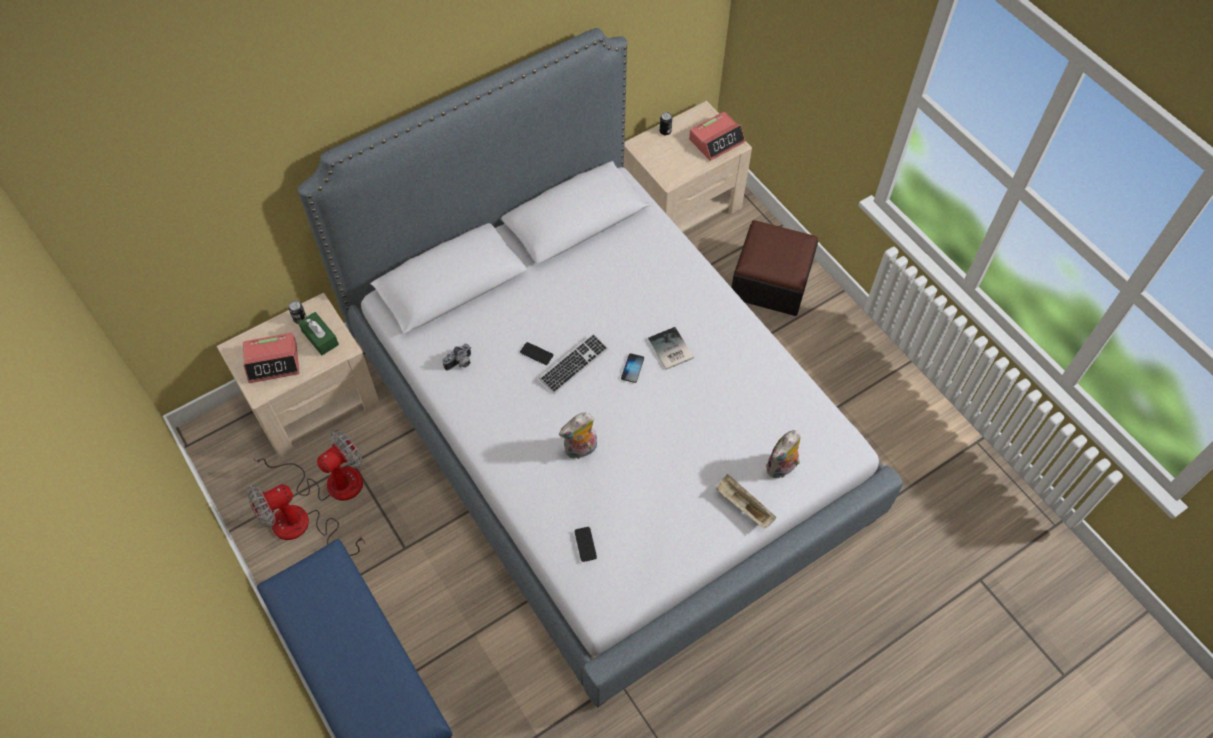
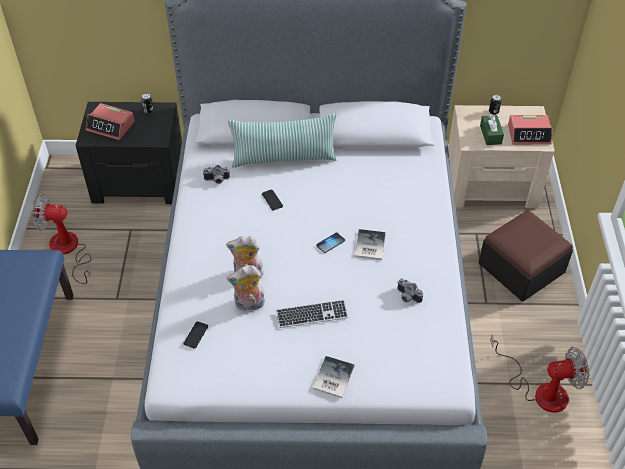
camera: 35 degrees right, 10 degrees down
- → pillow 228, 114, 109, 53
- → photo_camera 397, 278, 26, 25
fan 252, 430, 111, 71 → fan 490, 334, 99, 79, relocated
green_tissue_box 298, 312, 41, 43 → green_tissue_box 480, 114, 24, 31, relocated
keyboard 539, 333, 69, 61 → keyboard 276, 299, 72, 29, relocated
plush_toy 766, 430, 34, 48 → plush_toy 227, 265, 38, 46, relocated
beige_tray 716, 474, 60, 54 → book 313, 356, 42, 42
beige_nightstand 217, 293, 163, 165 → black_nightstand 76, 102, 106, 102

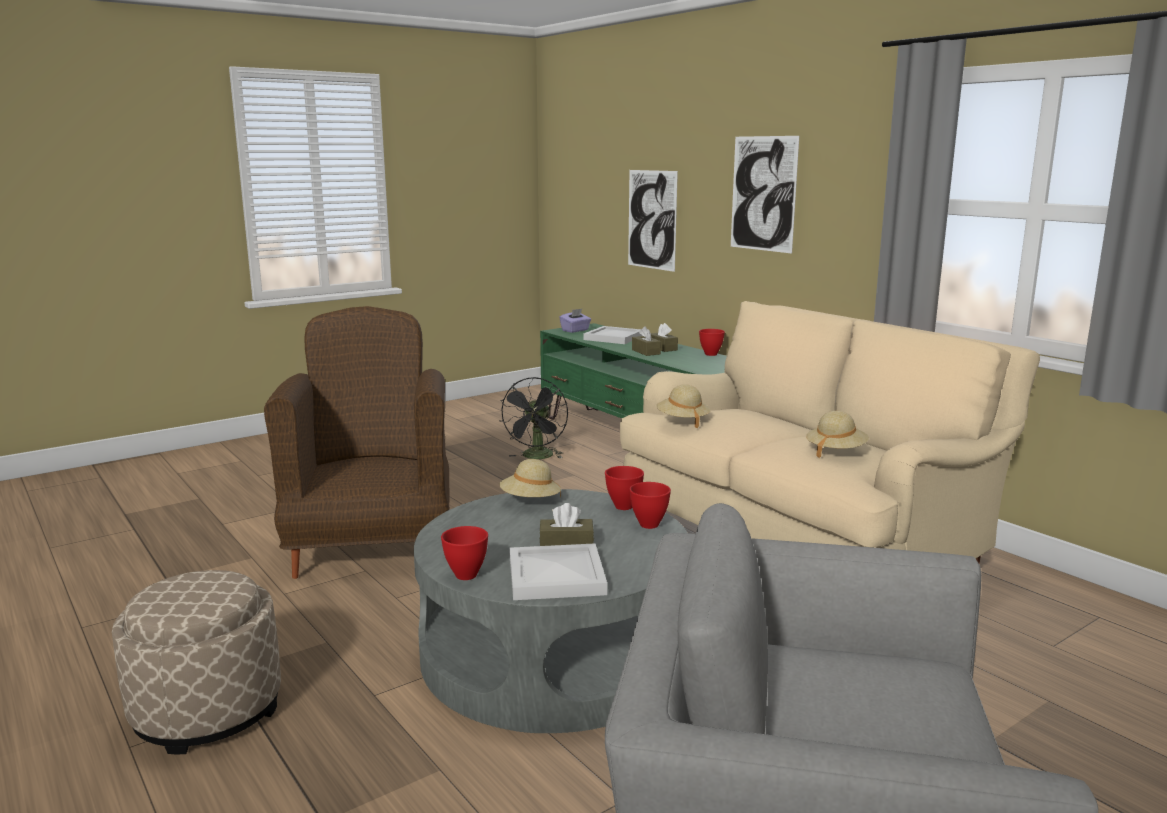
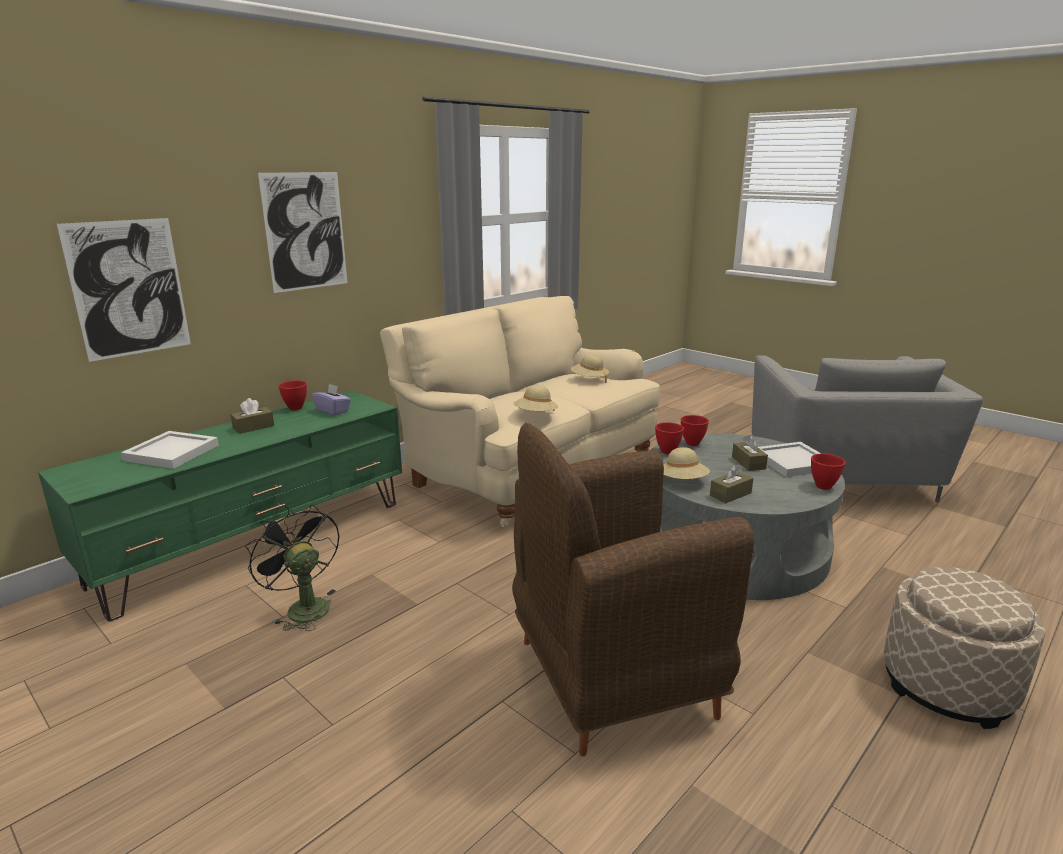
camera: 100 degrees left, 5 degrees up
purple_tissue_box 559, 309, 32, 24 → purple_tissue_box 312, 384, 39, 32, relocated
brown_tissue_box 632, 326, 29, 30 → brown_tissue_box 710, 464, 43, 39, relocated
black_fan 499, 377, 69, 82 → black_fan 245, 505, 94, 126, 135 degrees counterclockwise

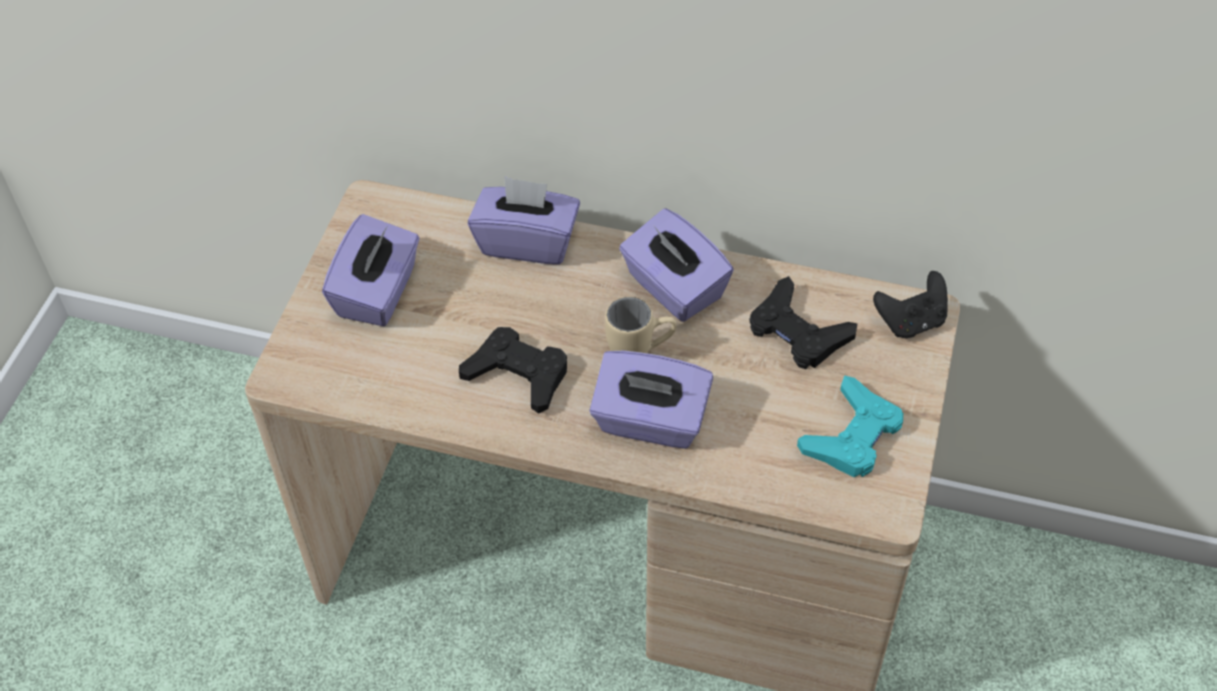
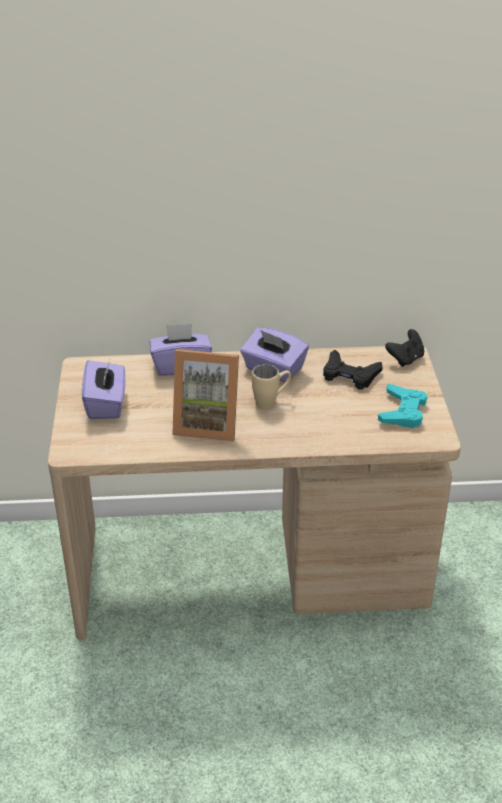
camera: 20 degrees left, 15 degrees down
purple_tissue_box 590, 351, 123, 98 → -
black_game_controller 459, 327, 108, 87 → picture_frame 172, 349, 67, 92

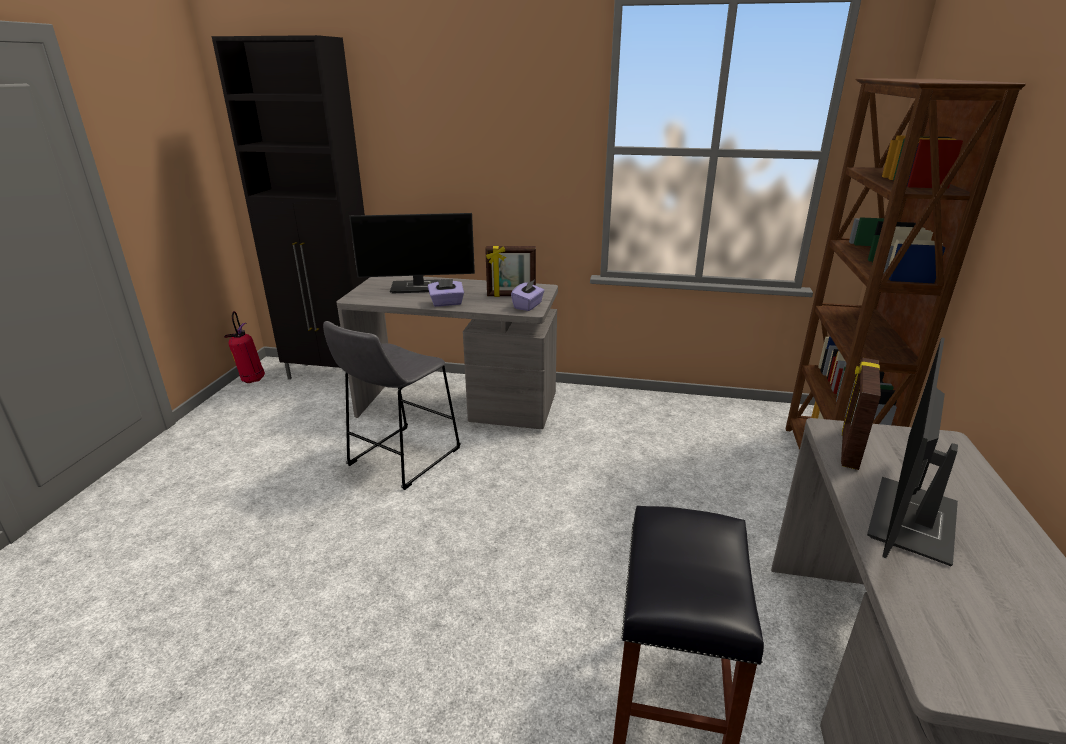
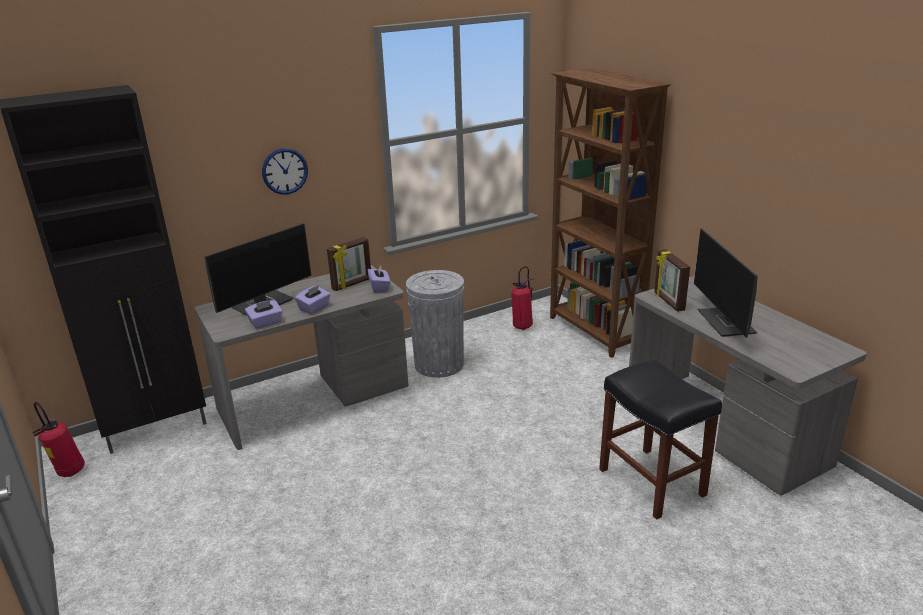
camera: 40 degrees left, 0 degrees up
grey_stool 323, 321, 138, 169 → -
- → purple_tissue_box 245, 300, 38, 29
- → wall_clock 262, 148, 46, 47
- → grey_trash_can 406, 270, 58, 108
- → fire_extinguisher 511, 266, 24, 64

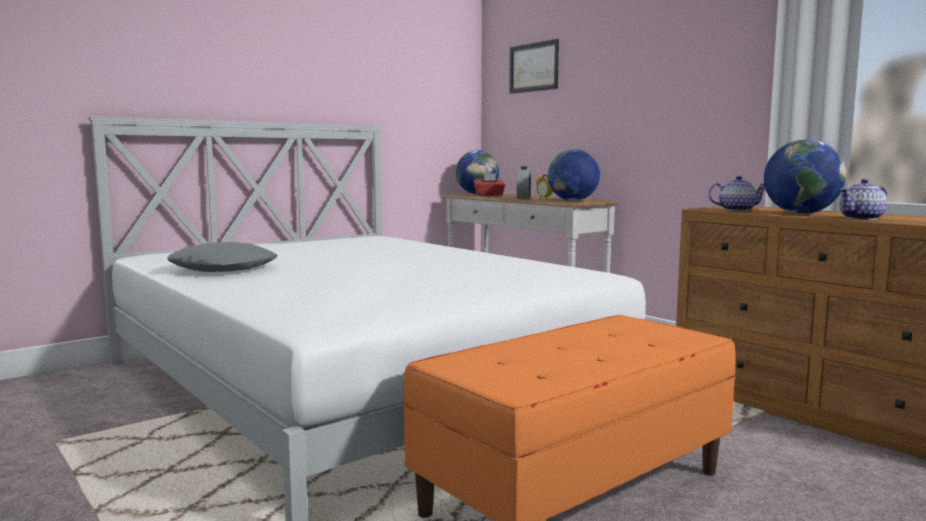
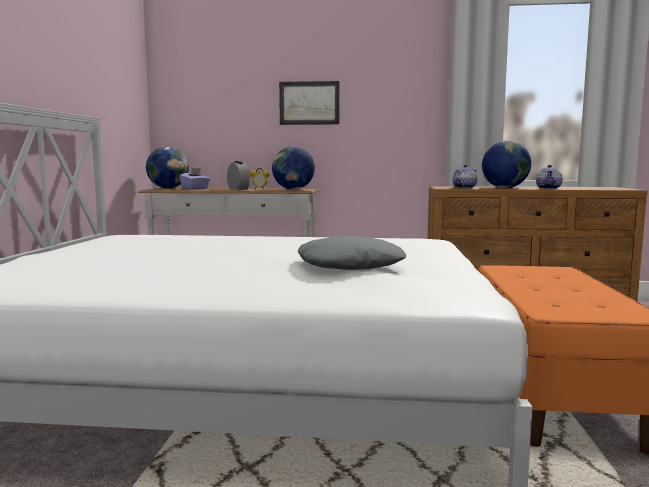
camera: 45 degrees left, 0 degrees up
grey_pillow 167, 242, 111, 30 → grey_pillow 298, 236, 108, 34, relocated
picture 509, 39, 50, 55 → picture 279, 81, 60, 44, relocated
red_tissue_box 474, 173, 31, 23 → purple_tissue_box 179, 168, 31, 22

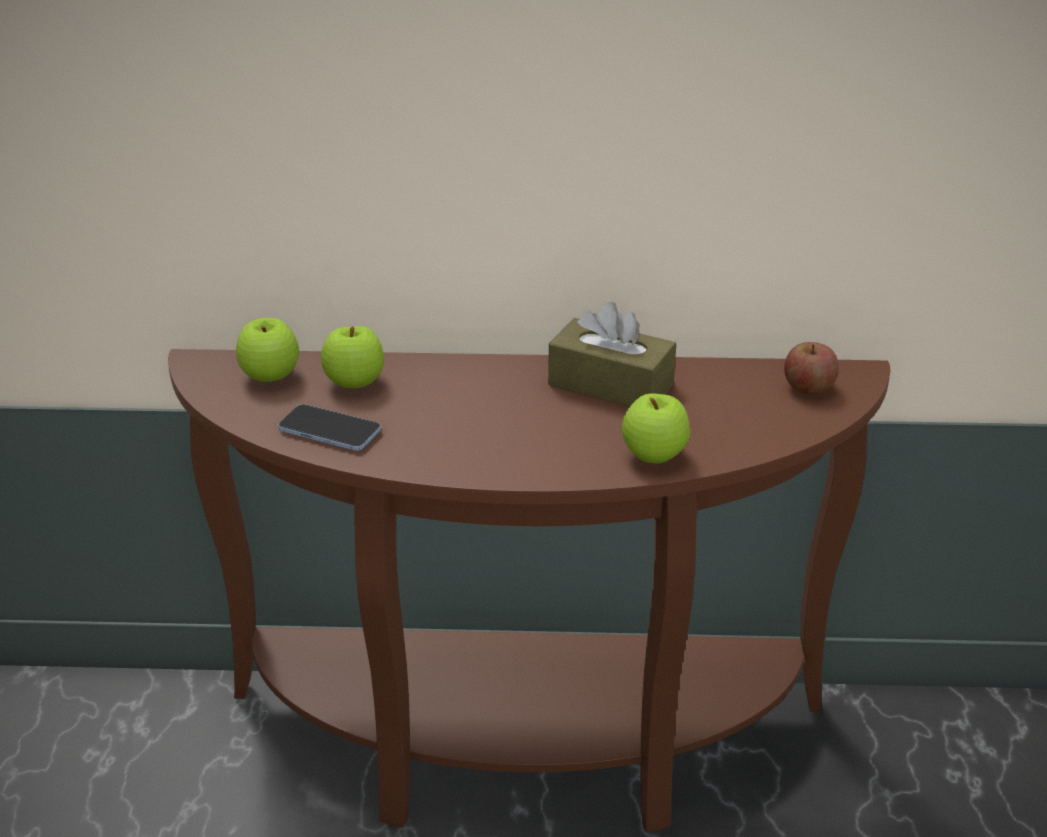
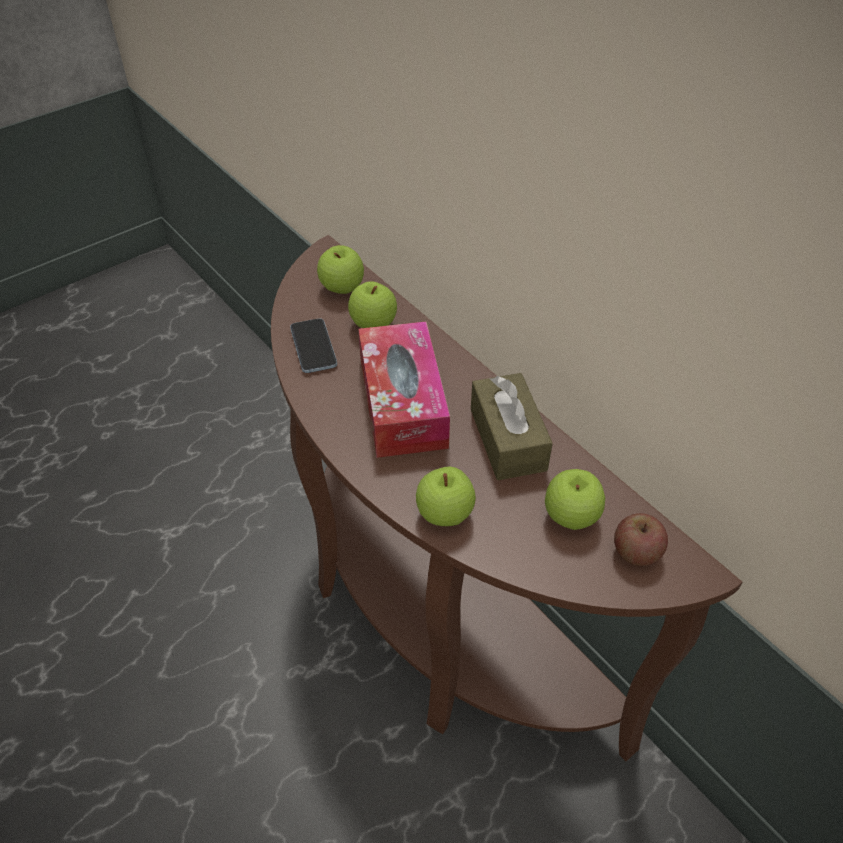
camera: 50 degrees right, 15 degrees up
- → tissue_box 358, 321, 92, 137
- → apple 545, 469, 60, 61

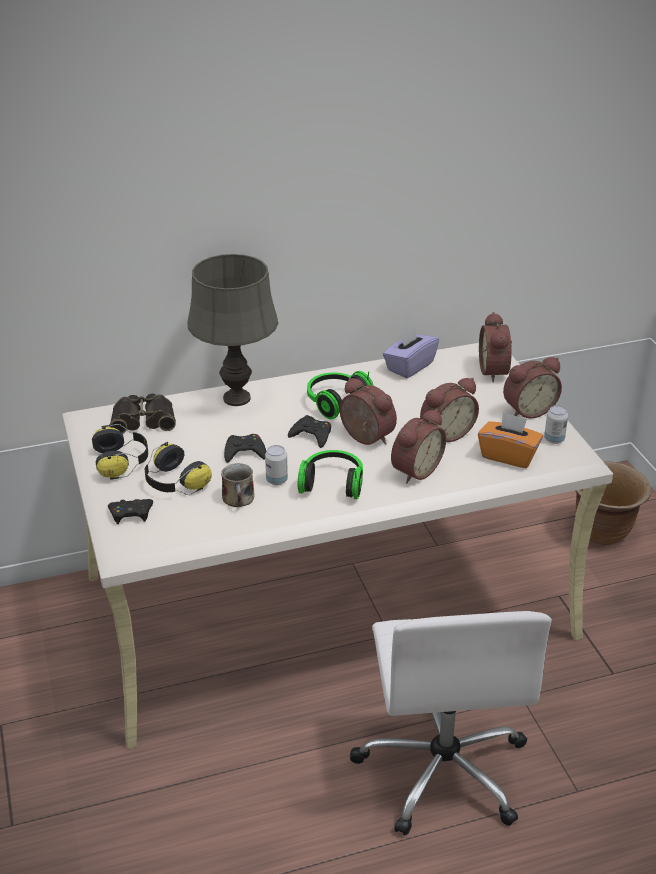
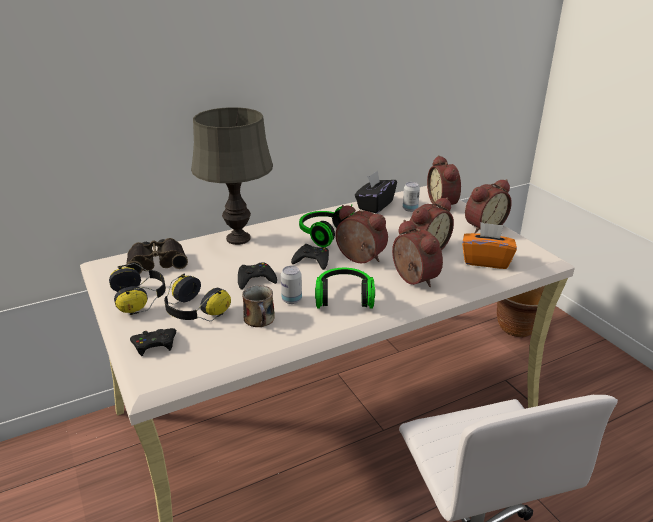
camera: 10 degrees left, 5 degrees down
can 544, 405, 24, 39 → can 403, 182, 17, 30, relocated
purple_tissue_box 383, 326, 56, 52 → black_tissue_box 355, 171, 42, 42
alarm_clock 391, 409, 55, 75 → alarm_clock 392, 220, 51, 67, 60 degrees counterclockwise

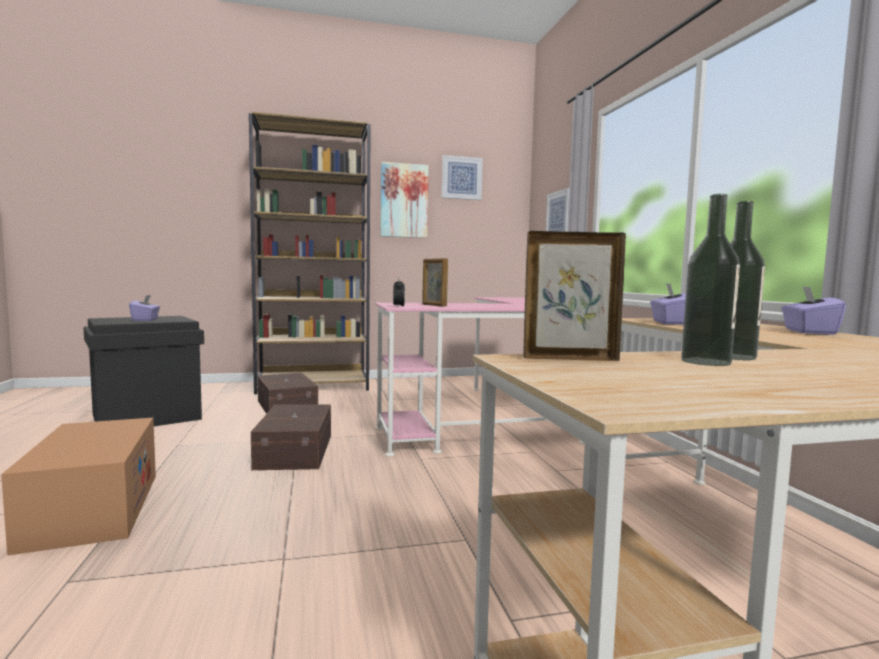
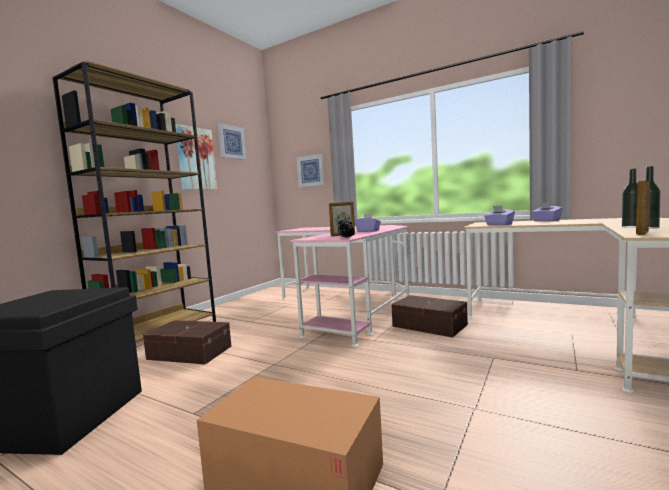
camera: 45 degrees left, 0 degrees up
purple_tissue_box 129, 295, 31, 26 → purple_tissue_box 355, 213, 26, 19, relocated
brown_storage_box 251, 404, 80, 66 → brown_storage_box 391, 295, 77, 42, relocated

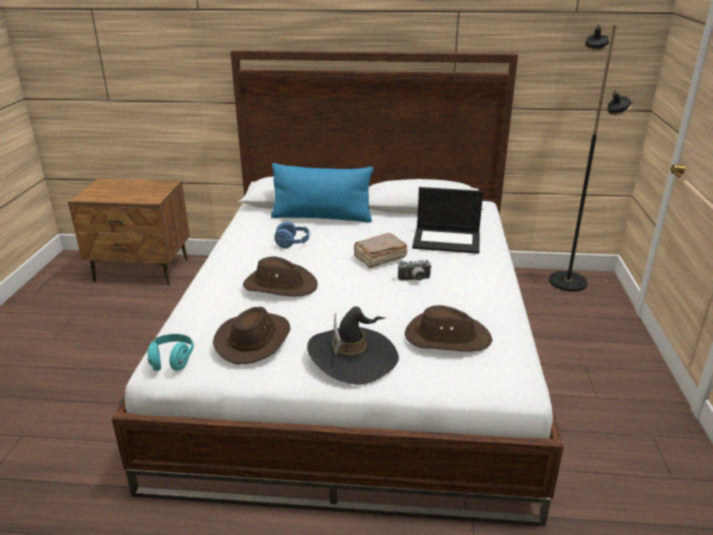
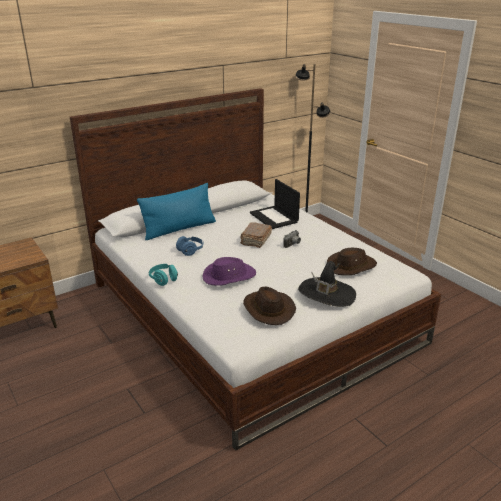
camera: 40 degrees left, 0 degrees up
turquoise_headphones 148, 334, 46, 37 → turquoise_headphones 149, 264, 29, 22, relocated
brown_hat 243, 256, 75, 40 → purple_hat 203, 257, 53, 29
laptop 412, 187, 71, 67 → laptop 250, 179, 50, 50, 90 degrees clockwise

